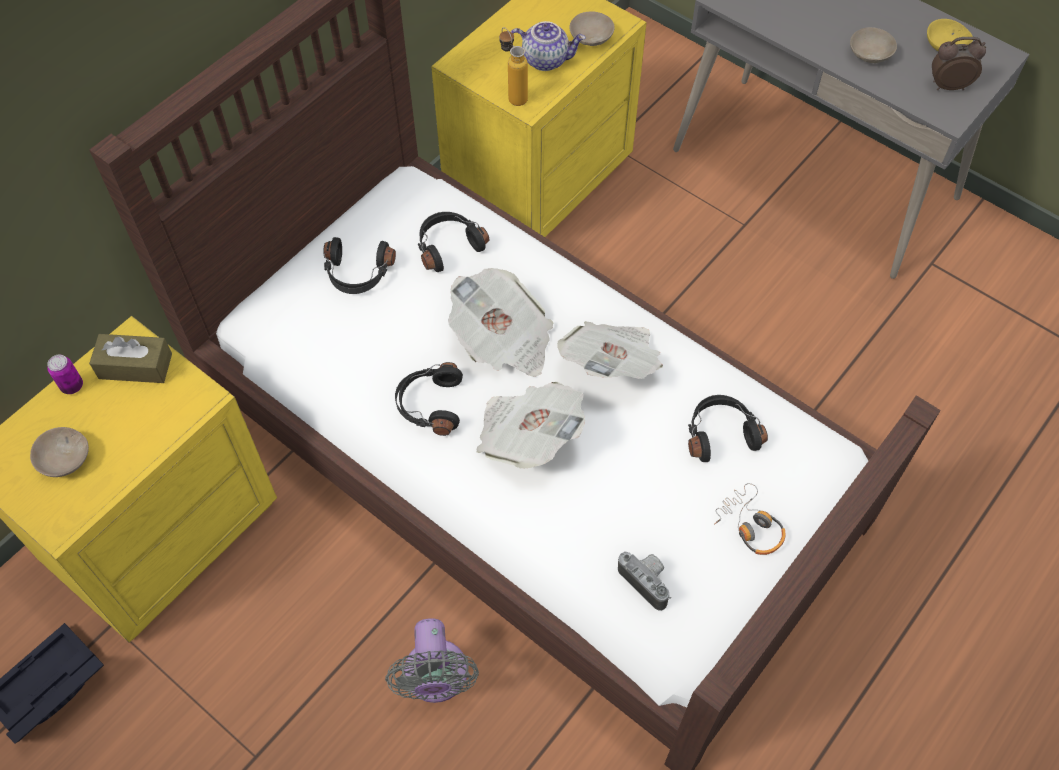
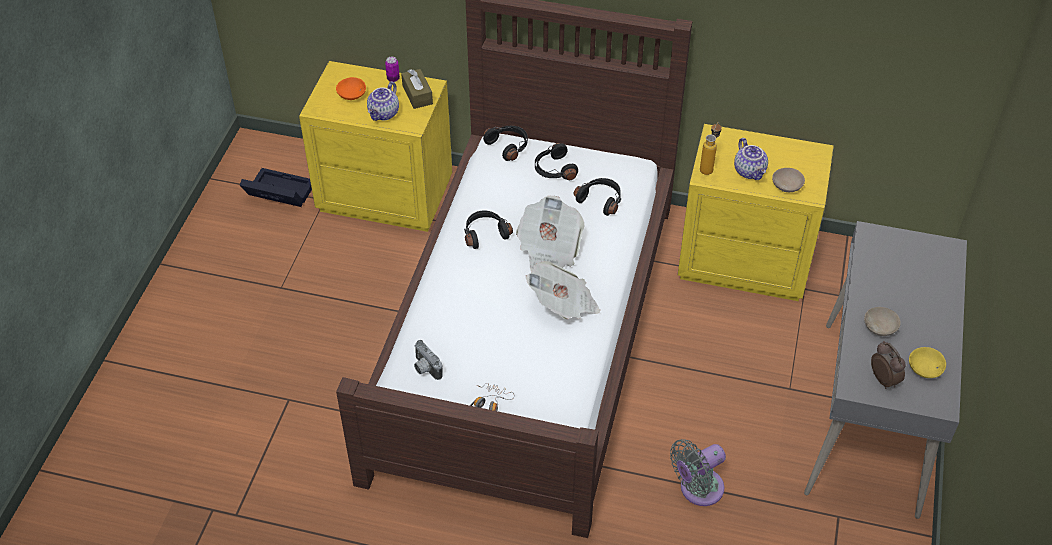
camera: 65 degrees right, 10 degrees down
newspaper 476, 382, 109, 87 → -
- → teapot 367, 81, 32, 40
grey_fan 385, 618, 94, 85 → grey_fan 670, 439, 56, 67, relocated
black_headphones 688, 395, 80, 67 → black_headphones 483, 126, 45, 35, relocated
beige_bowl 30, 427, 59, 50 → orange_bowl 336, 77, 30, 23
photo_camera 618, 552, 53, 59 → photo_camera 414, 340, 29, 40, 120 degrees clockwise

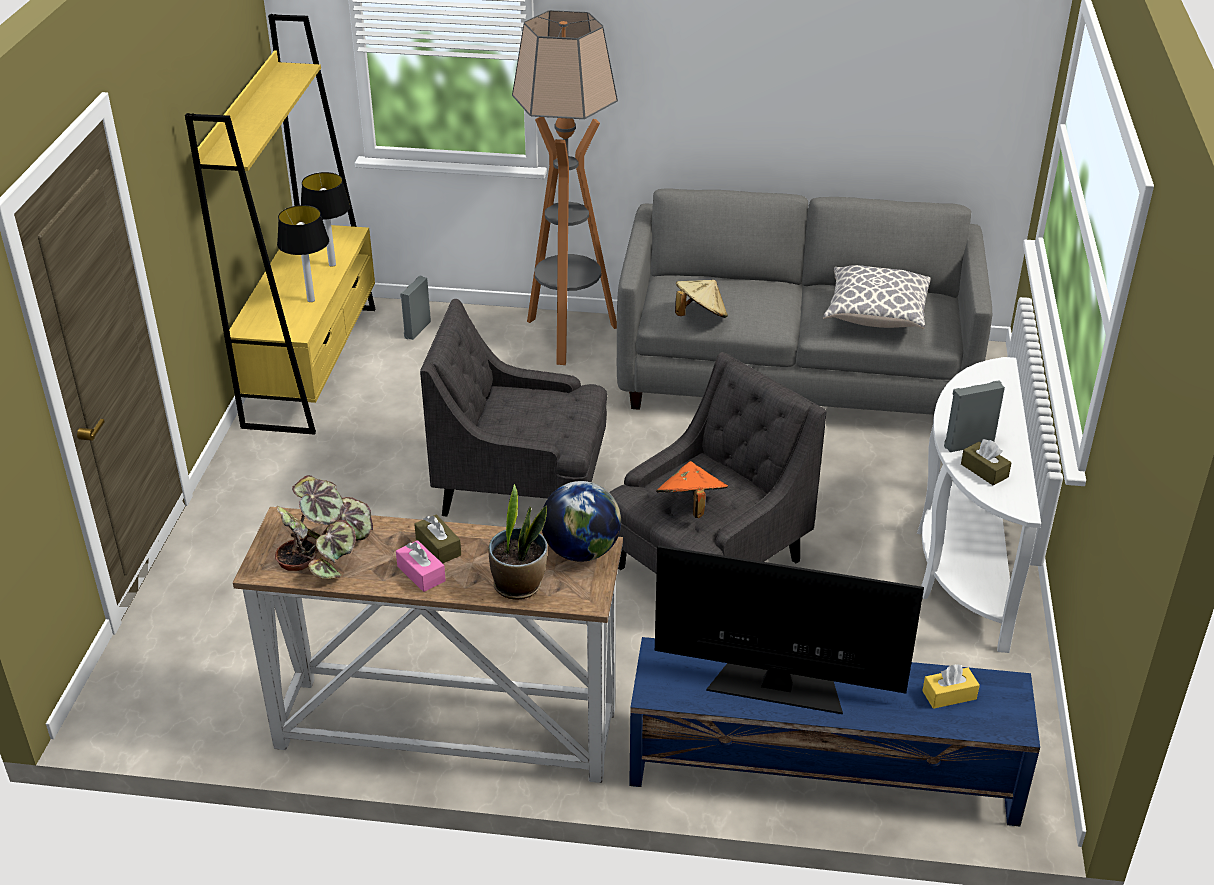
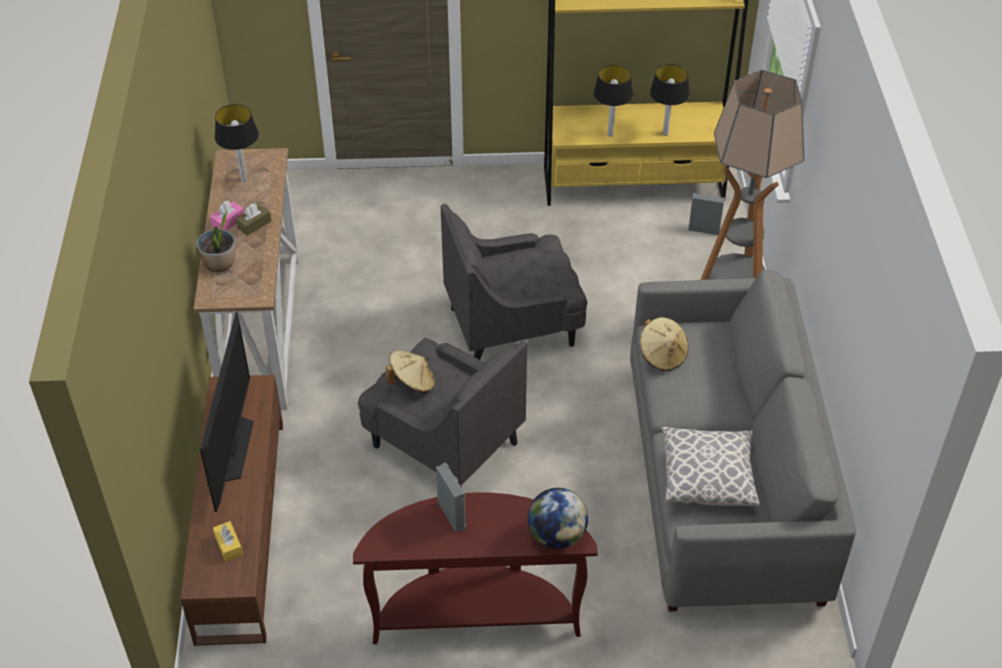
camera: 80 degrees right, 10 degrees up
brown_tissue_box 961, 439, 51, 46 → -
globe 542, 481, 79, 81 → globe 528, 488, 60, 61, relocated
potted_plant 275, 476, 98, 103 → table_lamp 215, 104, 44, 78
blue_tv_stand 629, 637, 411, 189 → brown_tv_stand 181, 375, 102, 271
orange_hat 656, 461, 72, 57 → beige_hat 386, 350, 49, 43
white_console_table 917, 357, 124, 296 → brown_console_table 353, 492, 245, 152
grey_armchair 420, 299, 187, 217 → grey_armchair 441, 204, 146, 156, 105 degrees counterclockwise

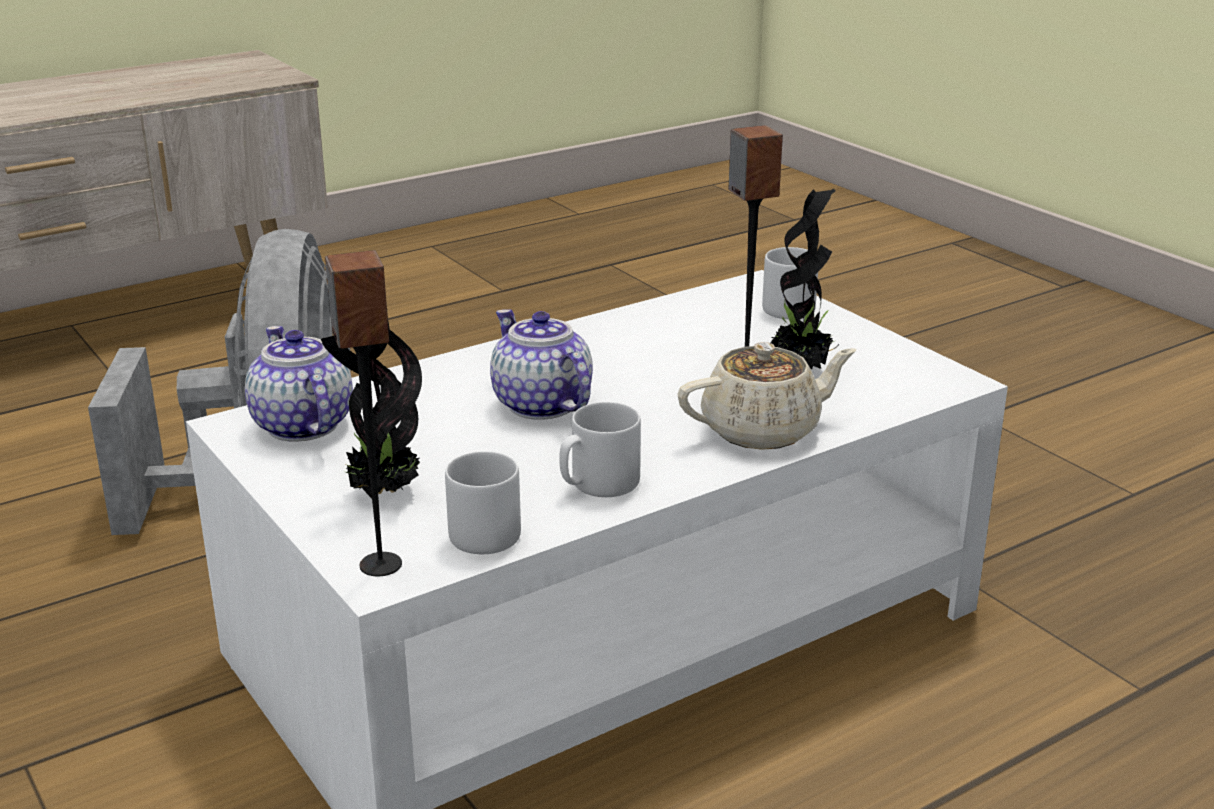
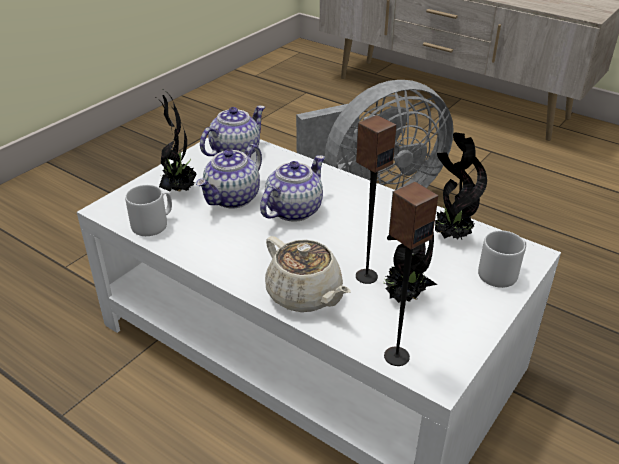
camera: 70 degrees right, 10 degrees up
grey_mug 559, 402, 82, 95 → -
- → teapot 196, 144, 66, 65
- → potted_plant 434, 132, 53, 108
speaker 325, 250, 77, 326 → speaker 384, 181, 54, 185, relocated

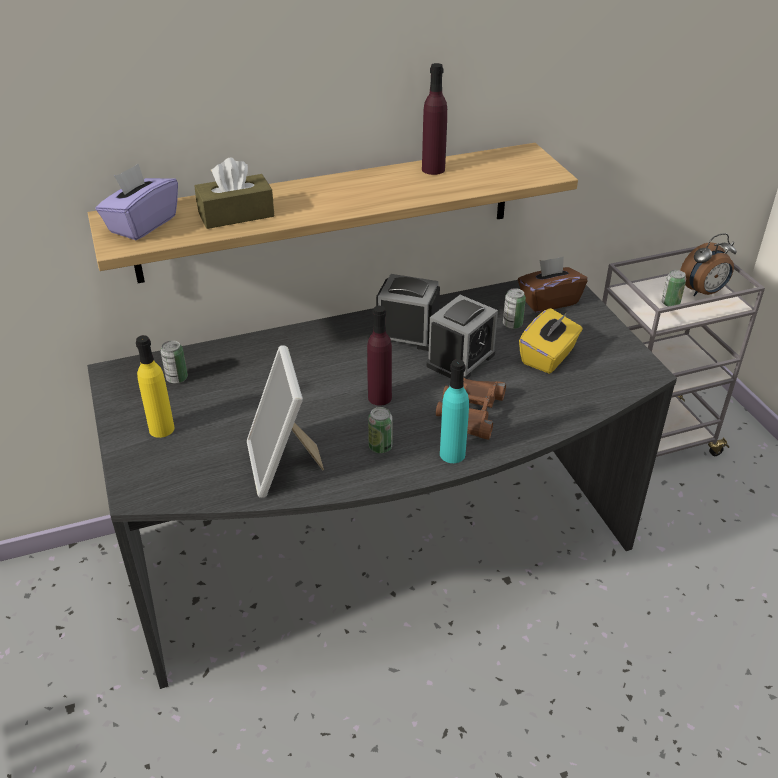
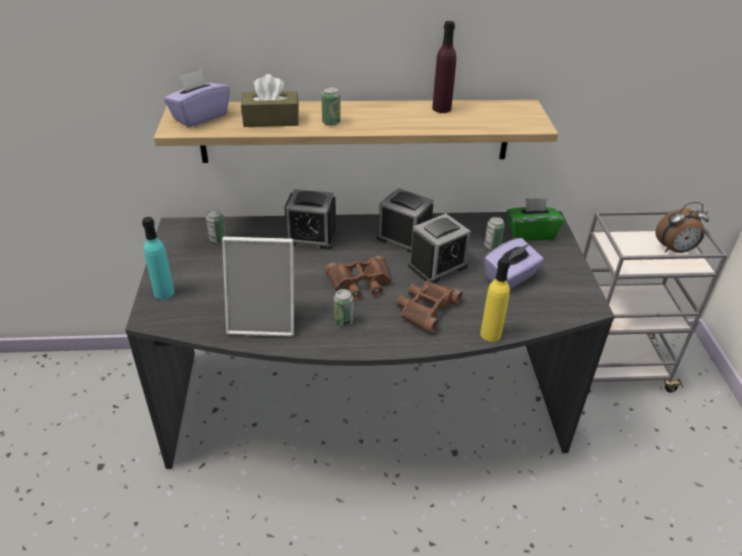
camera: 15 degrees right, 0 degrees up
- → alarm_clock 284, 189, 54, 61
yellow_bottle 136, 335, 38, 103 → yellow_bottle 480, 257, 30, 85, relocated
turquoise_bottle 440, 359, 29, 104 → turquoise_bottle 142, 217, 32, 82, relocated
can 662, 270, 24, 37 → can 321, 86, 20, 40, relocated
purple_bottle 367, 306, 25, 100 → brown_binoculars 325, 255, 66, 45
brown_tissue_box 518, 256, 70, 57 → green_tissue_box 507, 198, 57, 43
yellow_tissue_box 519, 308, 64, 66 → purple_tissue_box 484, 238, 59, 51
picture_frame 247, 345, 77, 153 → picture_frame 222, 237, 72, 100, 90 degrees counterclockwise

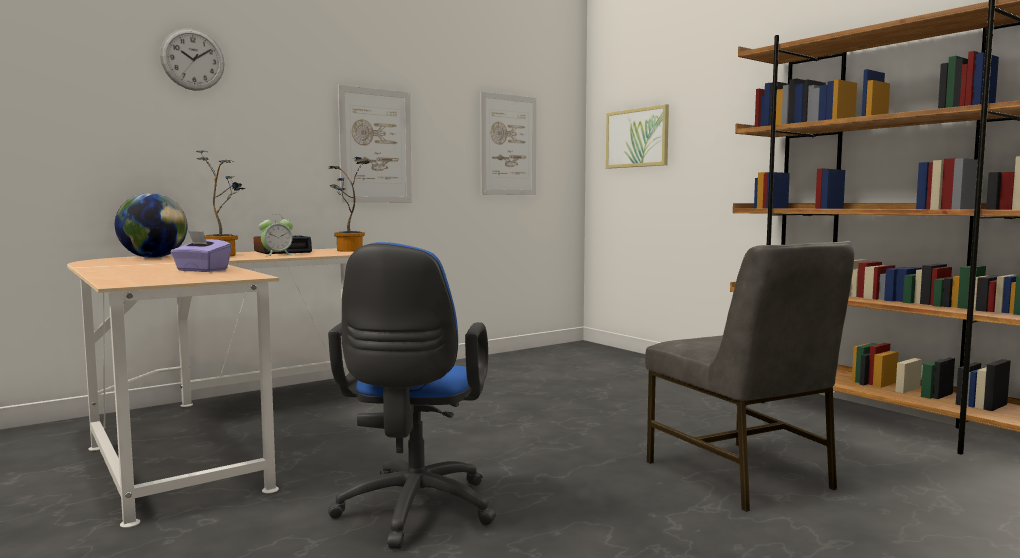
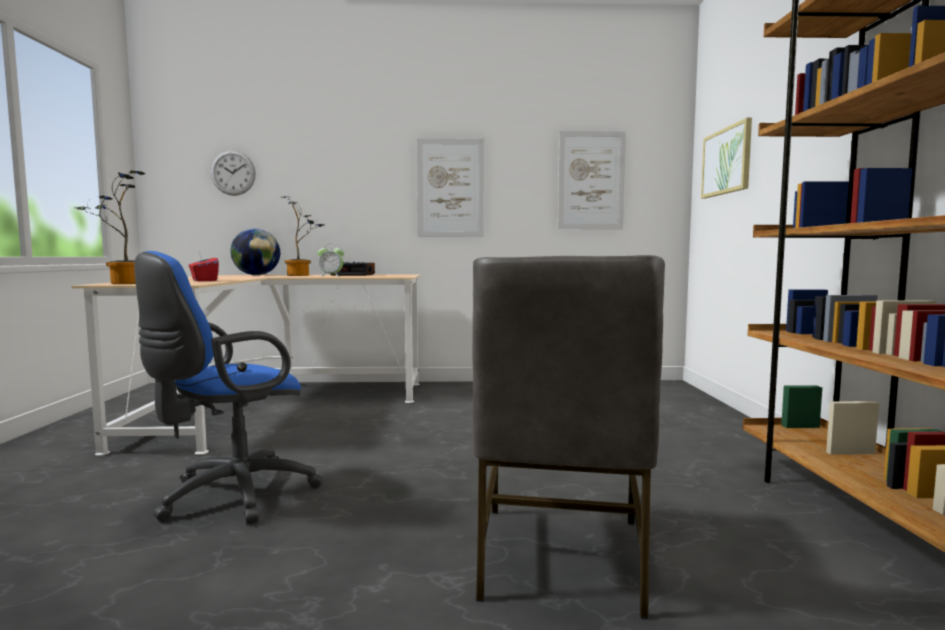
camera: 35 degrees right, 0 degrees up
wall_clock 160, 29, 65, 62 → wall_clock 211, 150, 45, 46, relocated
potted_plant 329, 157, 40, 95 → potted_plant 74, 170, 71, 114, relocated
purple_tissue_box 171, 231, 61, 41 → red_tissue_box 189, 251, 30, 30

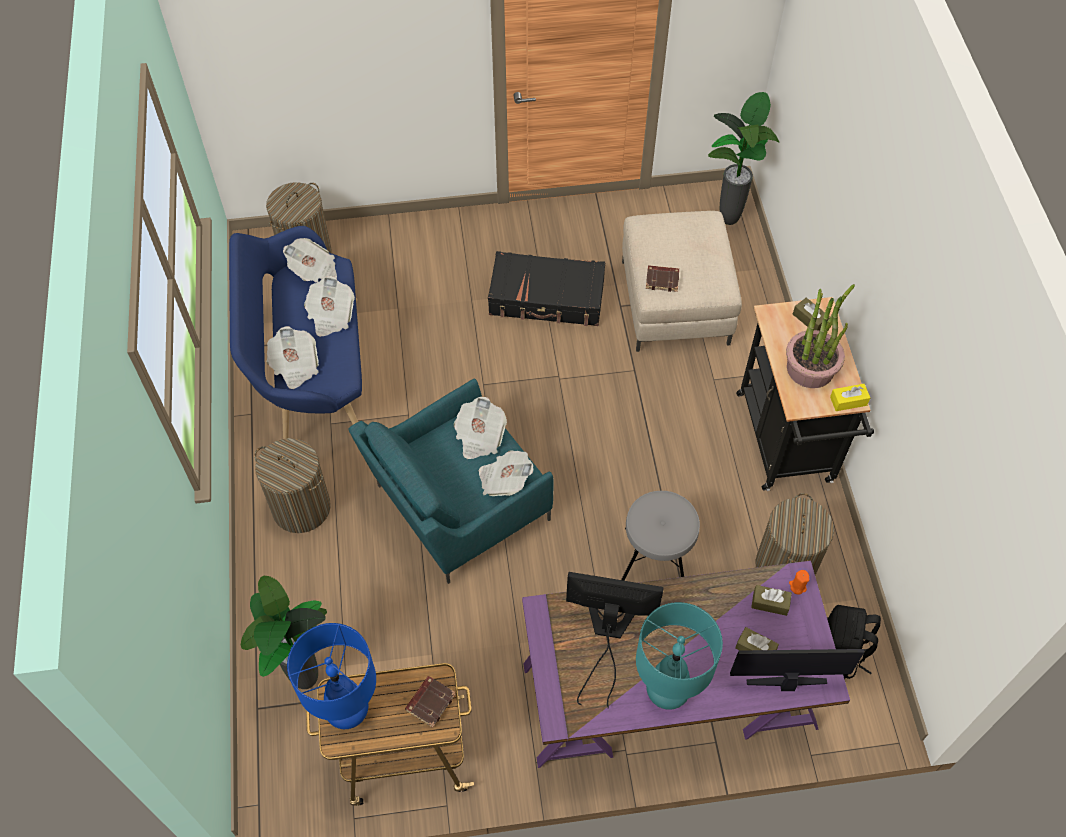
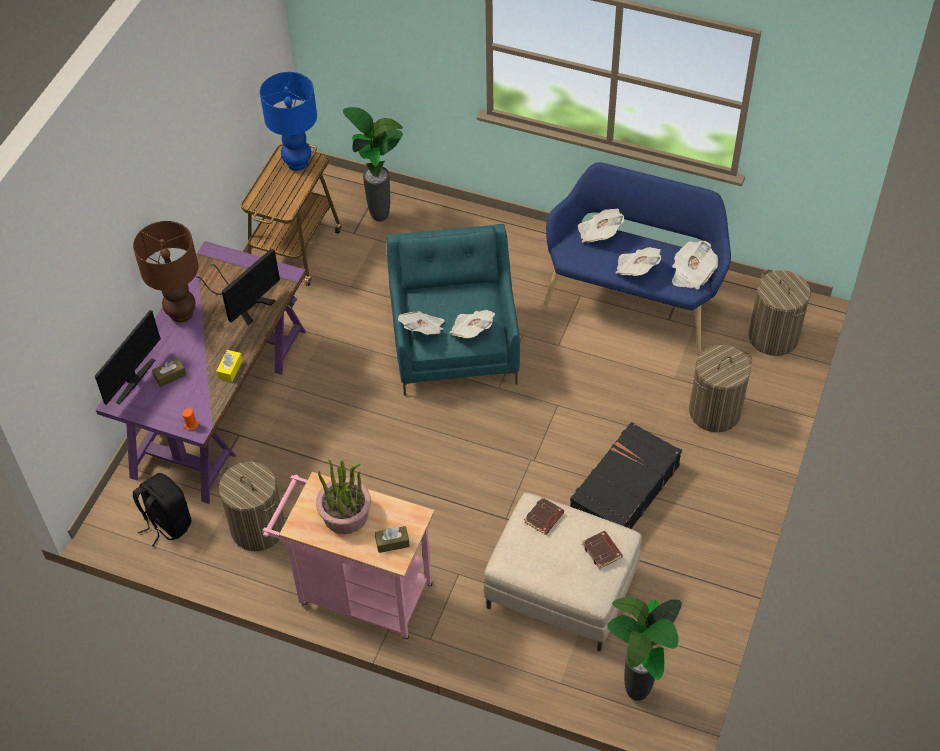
camera: 120 degrees right, 5 degrees down
grey_stool 621, 491, 79, 90 → -
brown_tissue_box 751, 585, 41, 31 → -
laundry_basket 254, 438, 77, 95 → laundry_basket 689, 345, 63, 87, relocated
brown_book 405, 676, 51, 52 → brown_book 582, 531, 41, 38, relocated
yellow_tissue_box 830, 384, 40, 27 → yellow_tissue_box 216, 350, 27, 32, relocated
turquoise_table_lamp 636, 602, 87, 108 → brown_table_lamp 133, 221, 65, 101
black_cart 736, 297, 138, 194 → pink_cart 262, 472, 173, 169

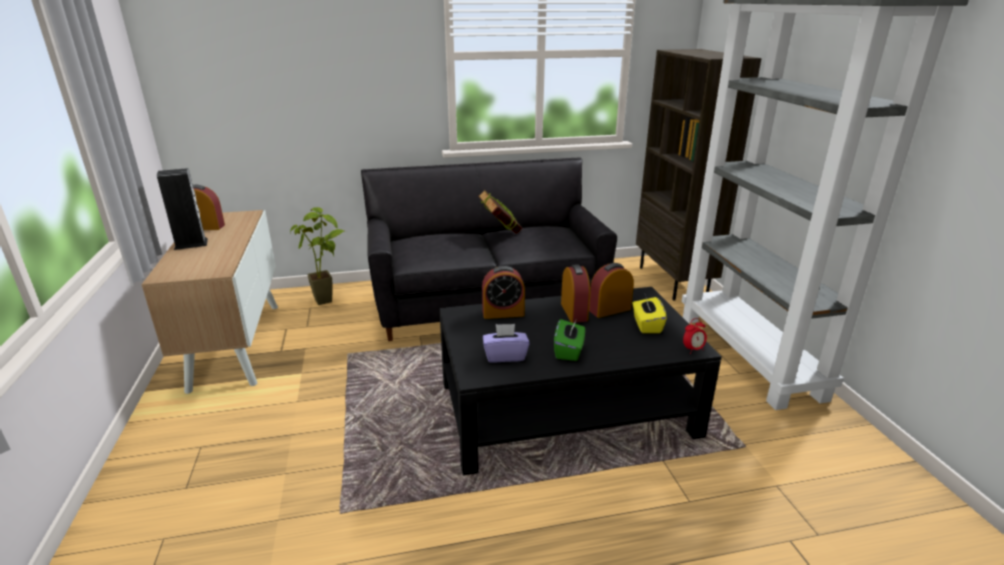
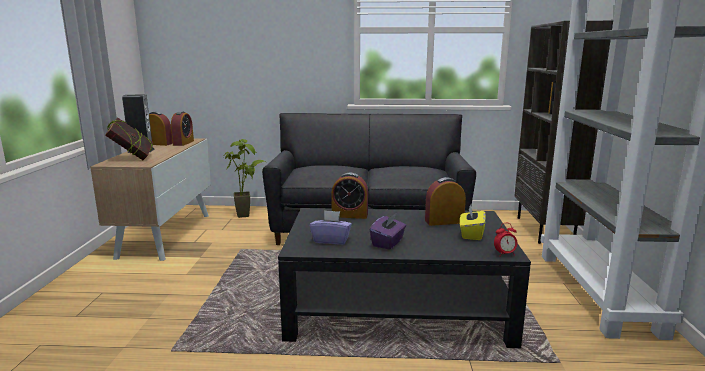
camera: 15 degrees right, 10 degrees down
book 478, 190, 44, 44 → book 105, 117, 48, 43, relocated
alarm_clock 561, 264, 29, 59 → alarm_clock 171, 111, 23, 35, relocated
green_tissue_box 554, 319, 31, 42 → purple_tissue_box 370, 213, 36, 37

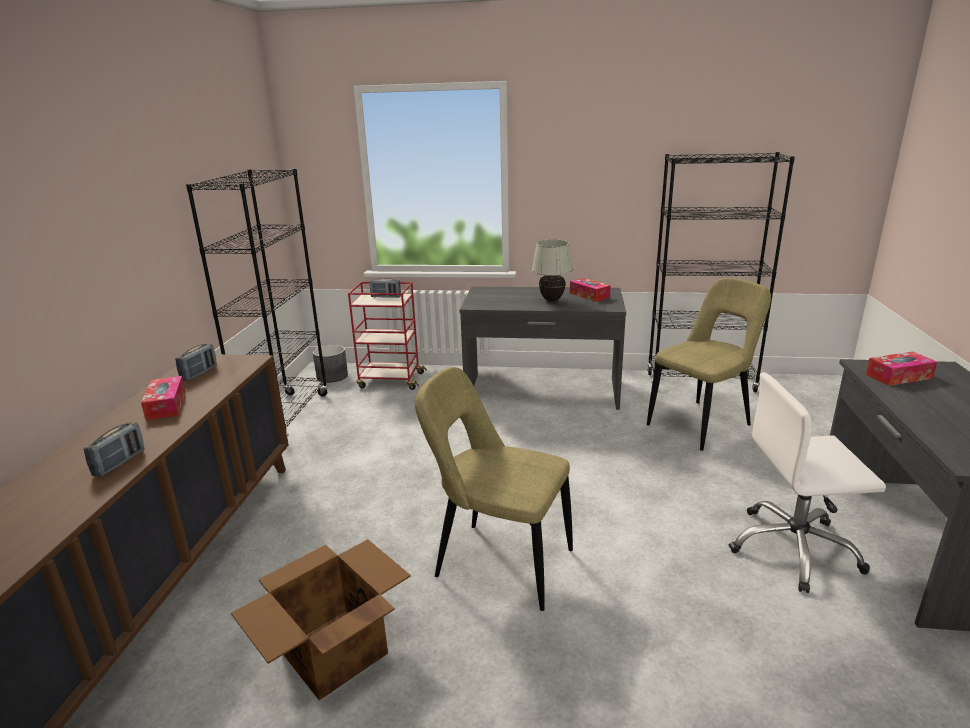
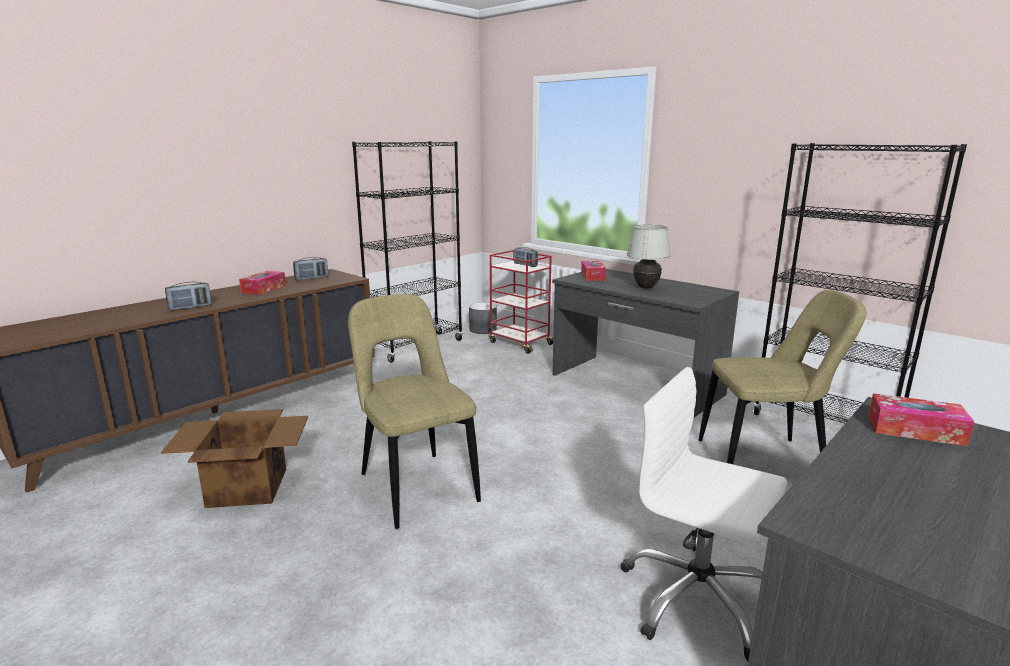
camera: 35 degrees right, 5 degrees down
tissue_box 570, 278, 41, 24 → tissue_box 581, 261, 25, 20, relocated

